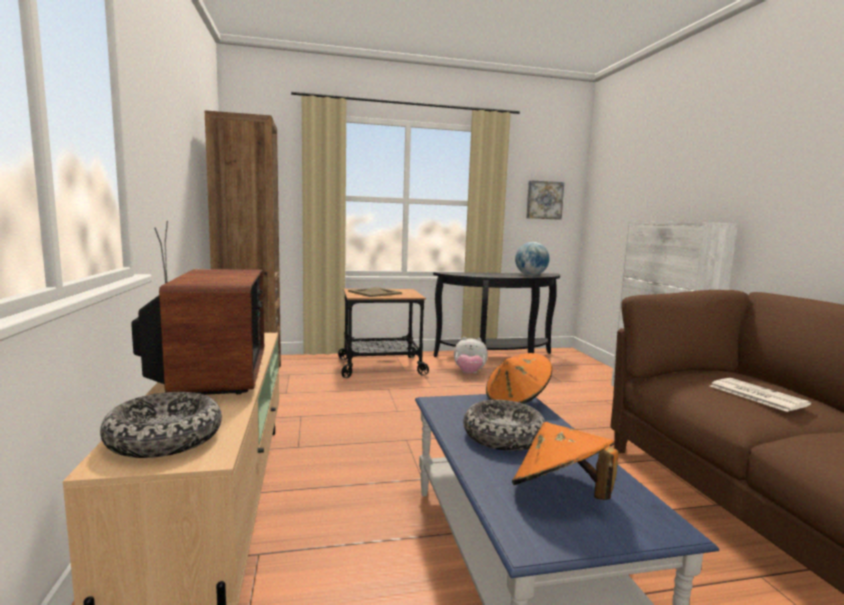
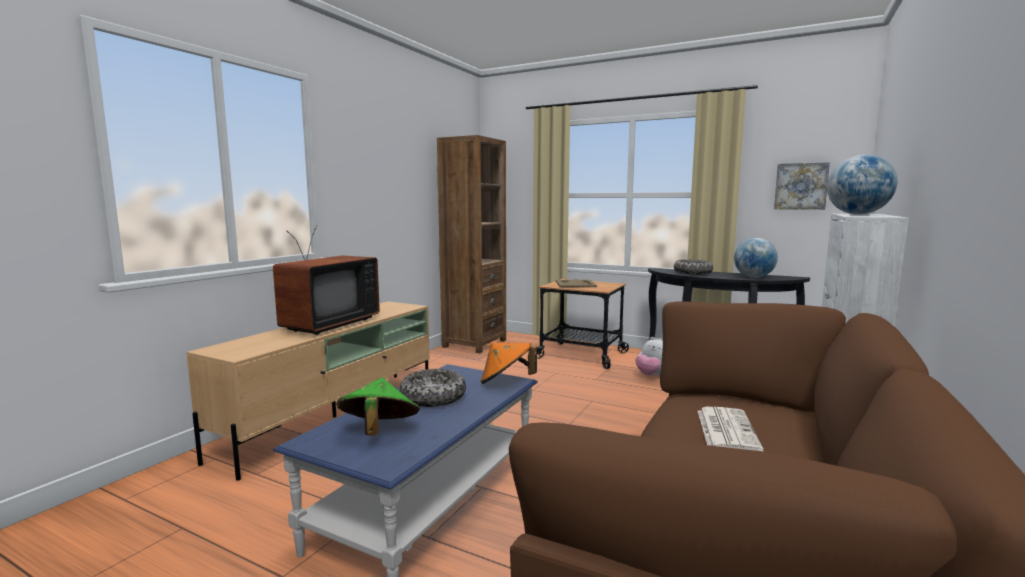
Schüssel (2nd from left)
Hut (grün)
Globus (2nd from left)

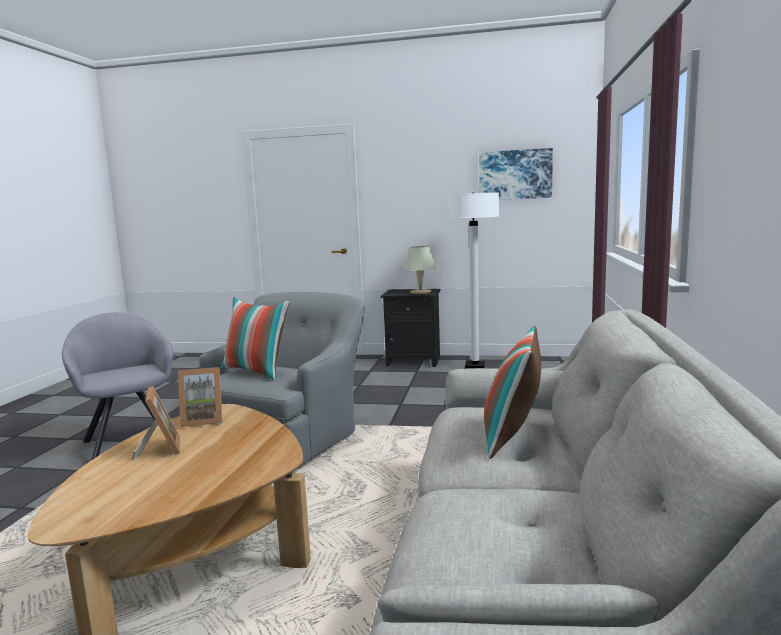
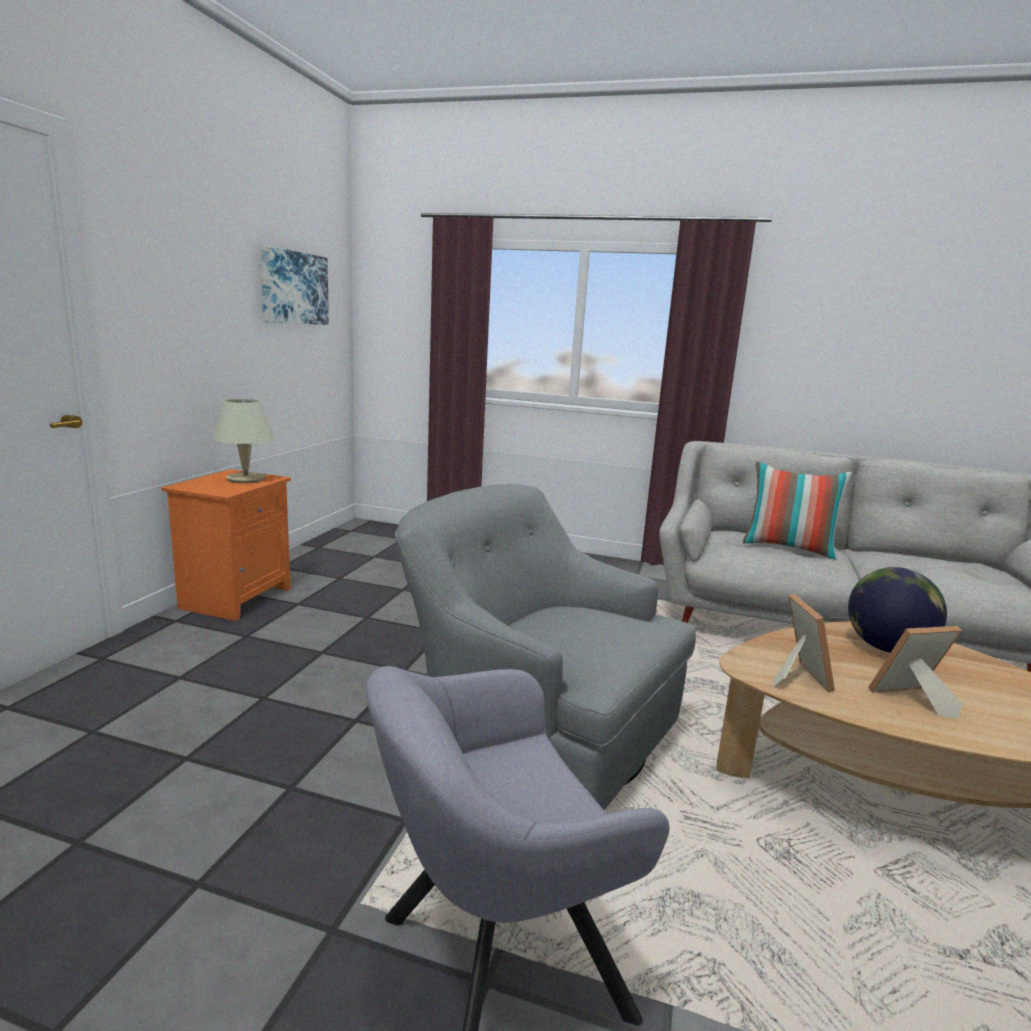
Stehlampe (weiß)
Nachttisch (orange)
Kissen (1st from left in the first image)
Globus

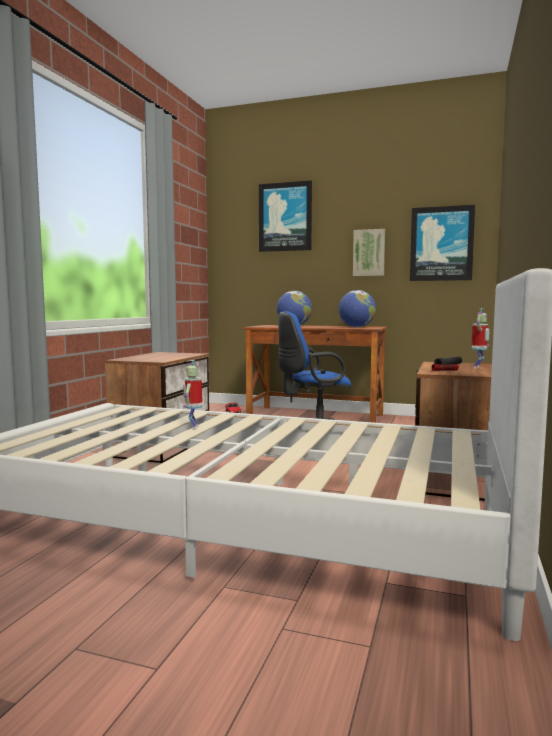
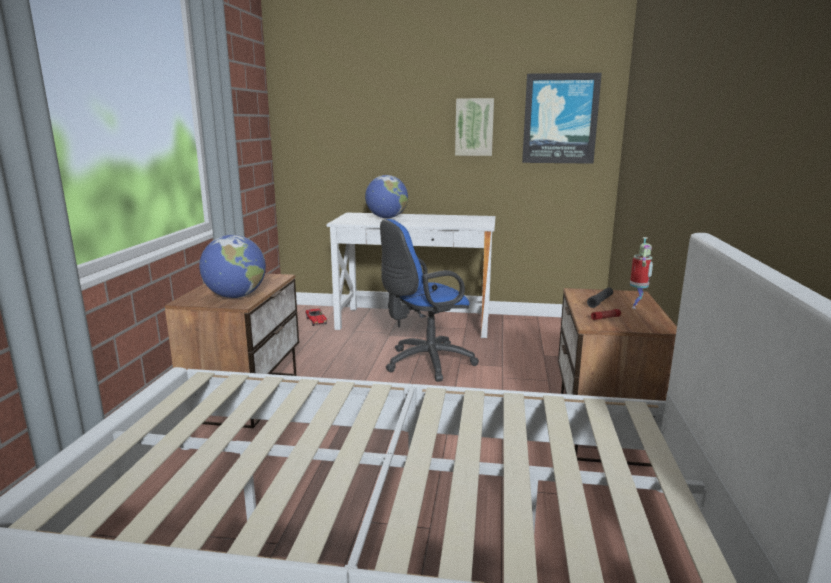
Bild (1st from left in the first image)
Globus (1st from left)
Schreibtisch (weiß)
Spielzeugroboter (1st from left in the first image)

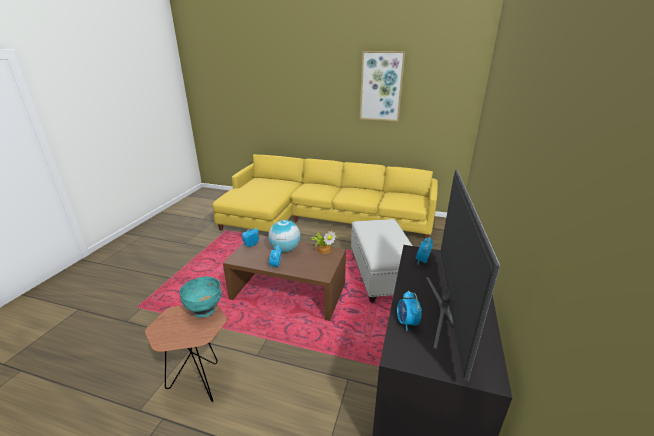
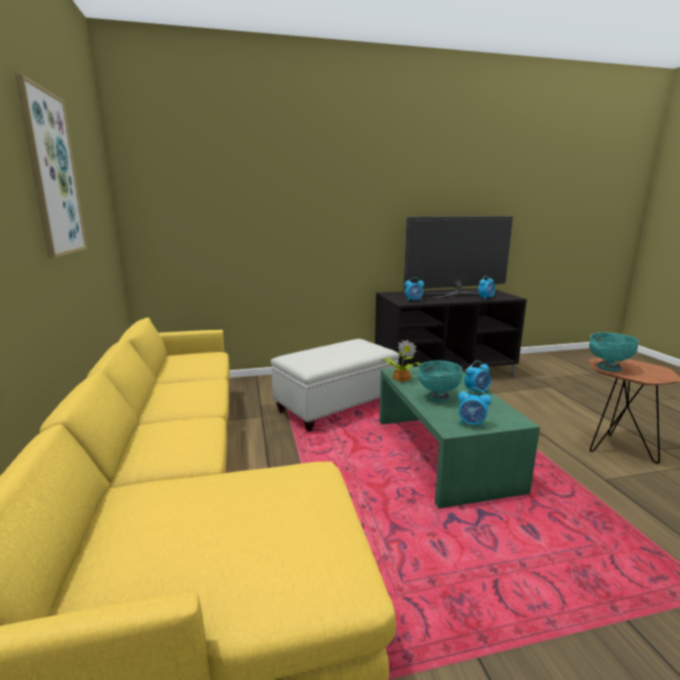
Schüssel (türkis) (1st from left)
Couchtisch (grün)

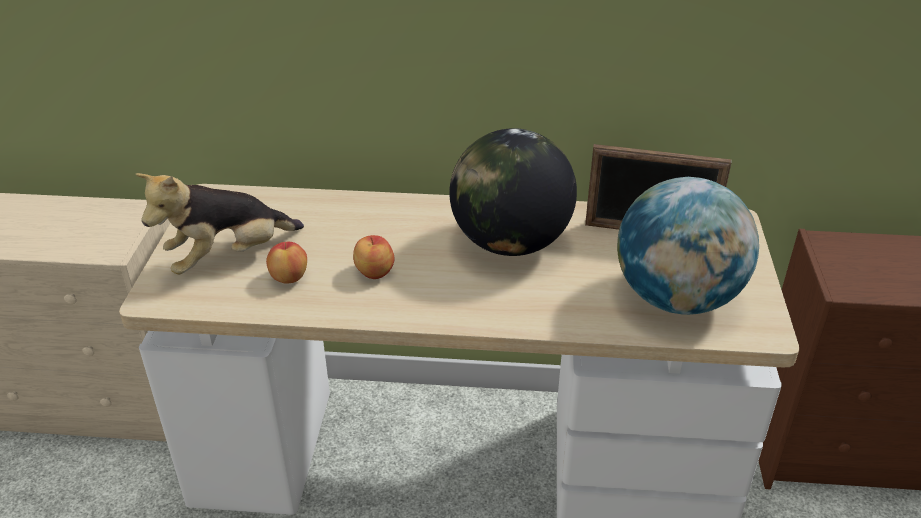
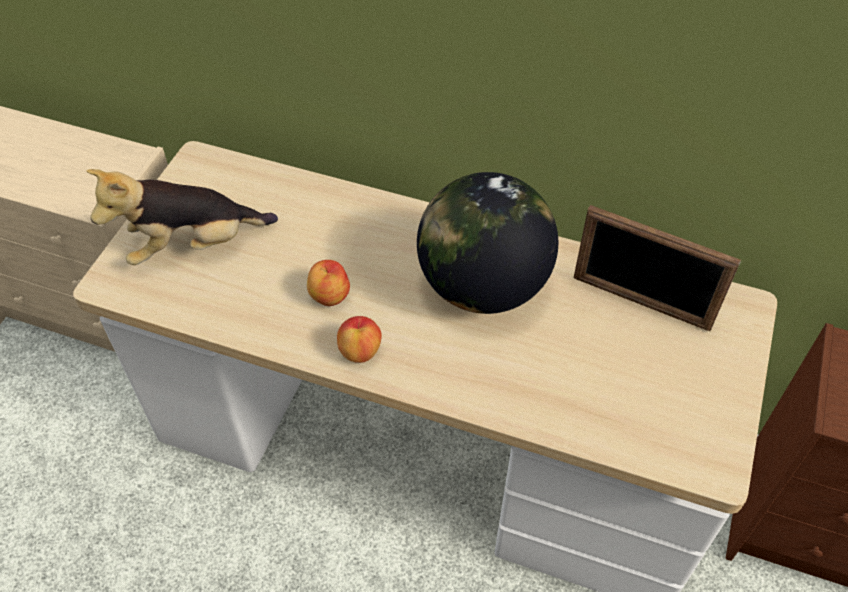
Globus (2nd from left in the first image)
Apfel (2nd from left)

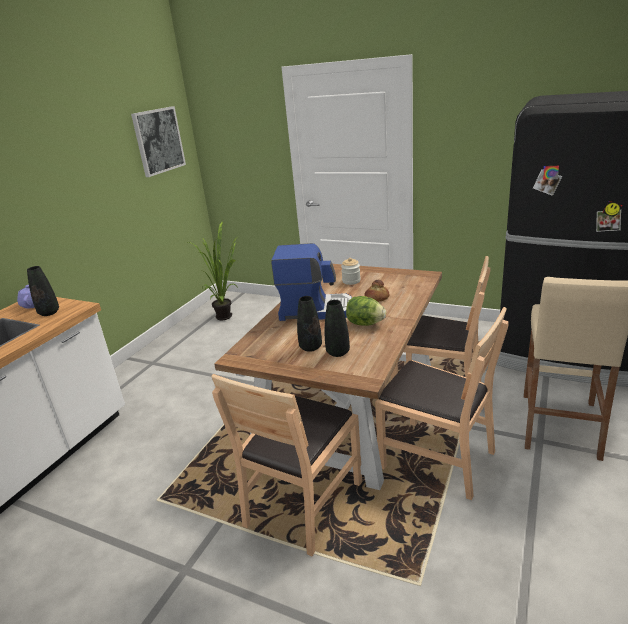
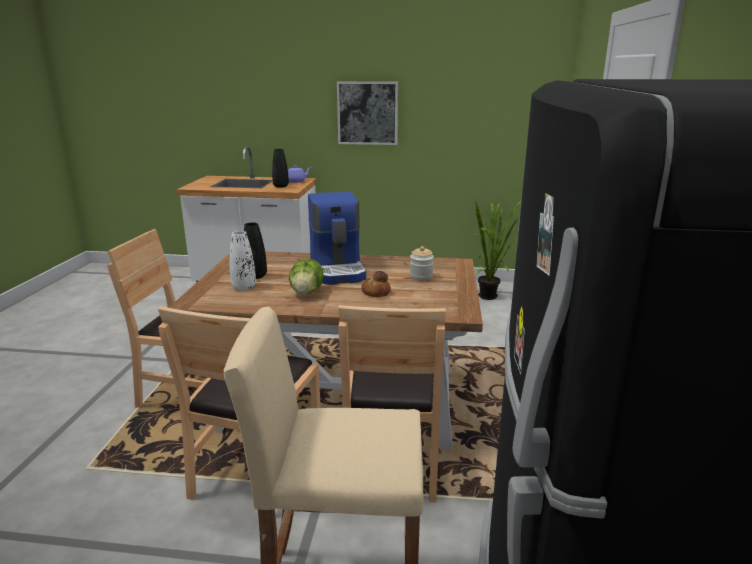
Bild
Vase (weiß)

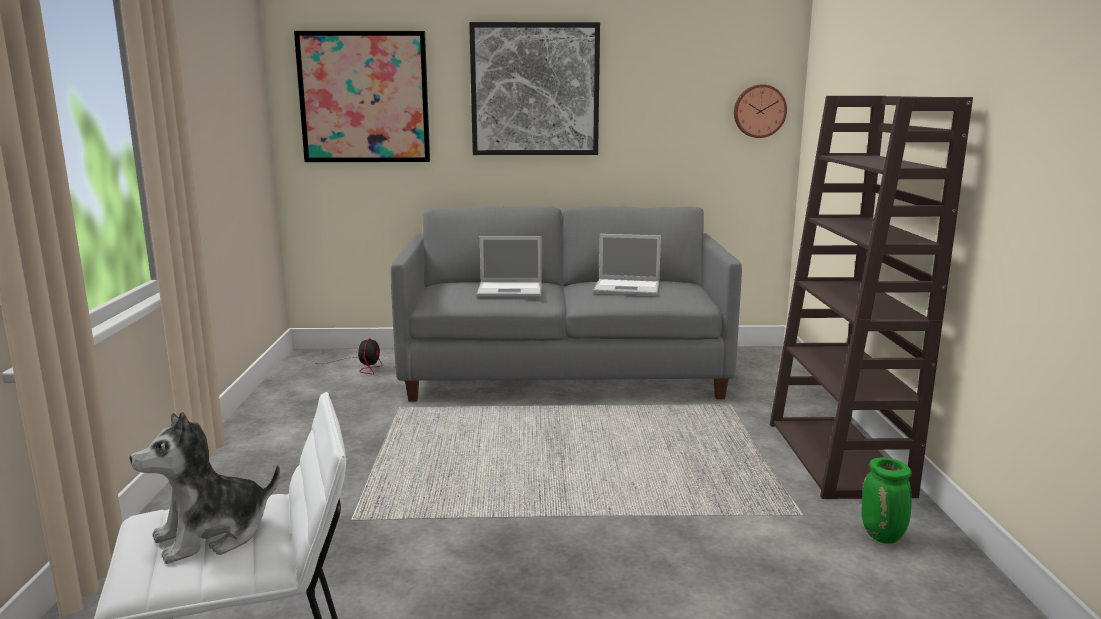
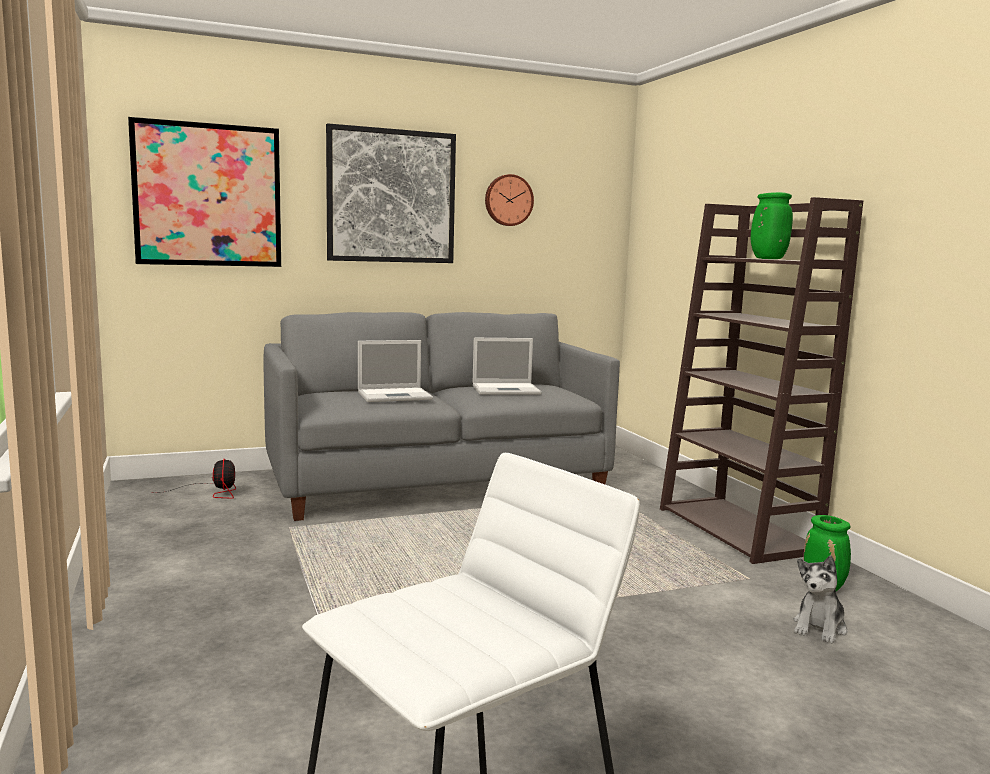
Wanduhr
Plüschtier
Vase (grün) (1st from left)

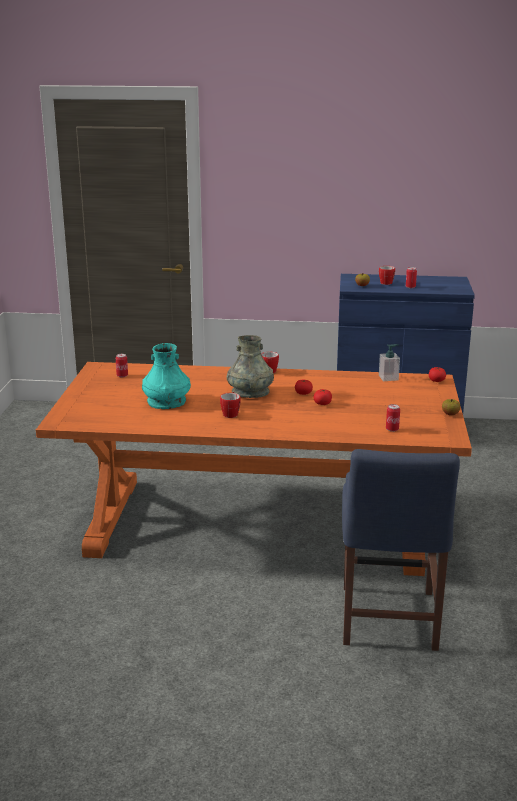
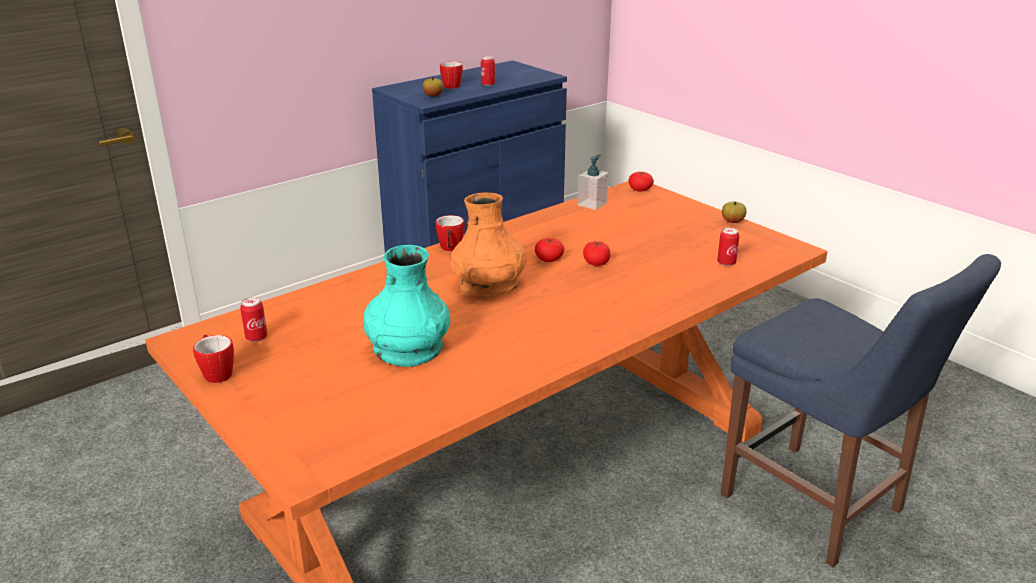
Vase (orange)
Henkelbecher (1st from left)

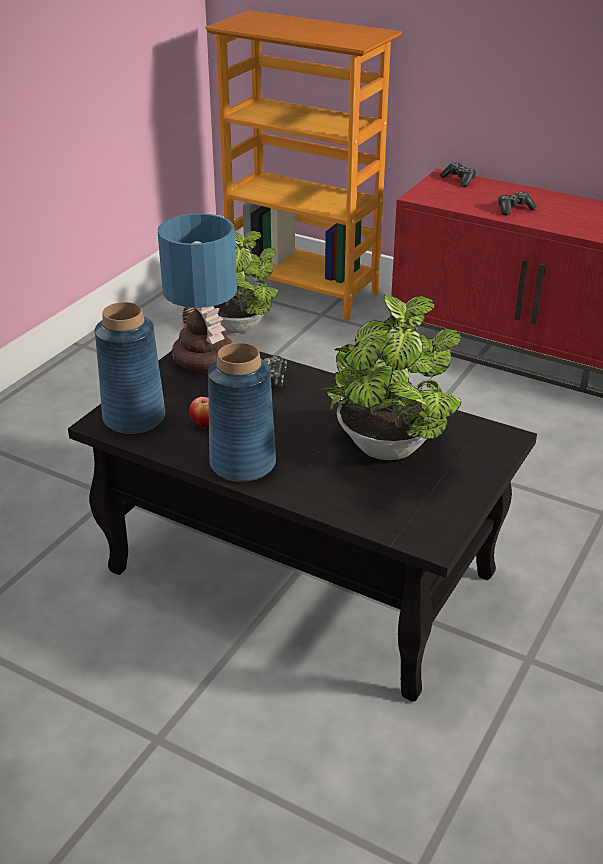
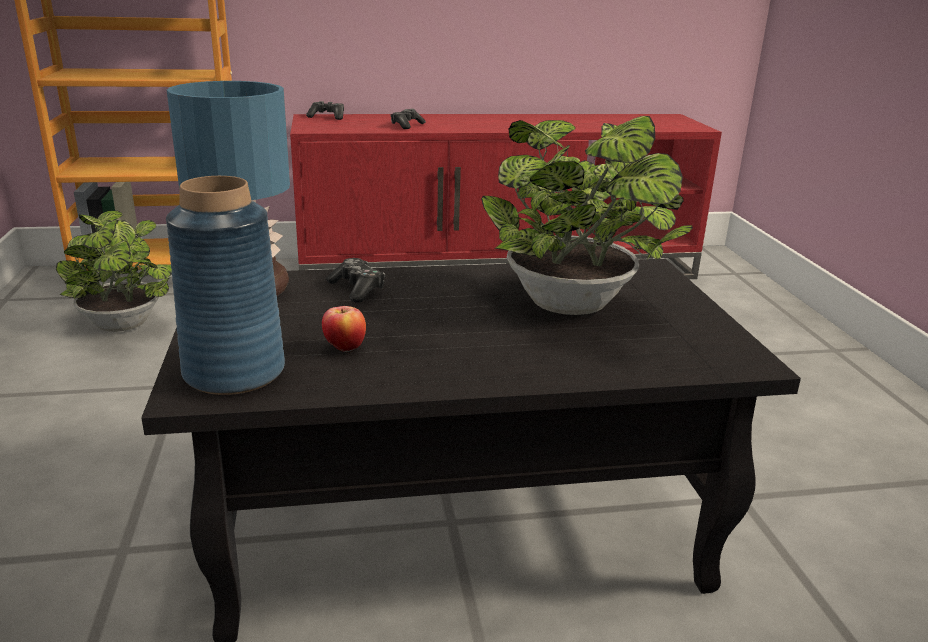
Vase (blau) (2nd from left in the first image)

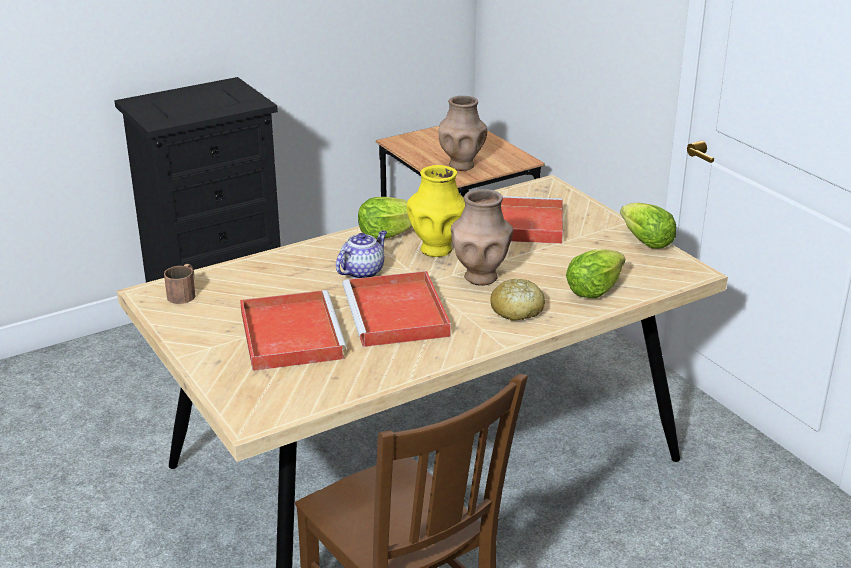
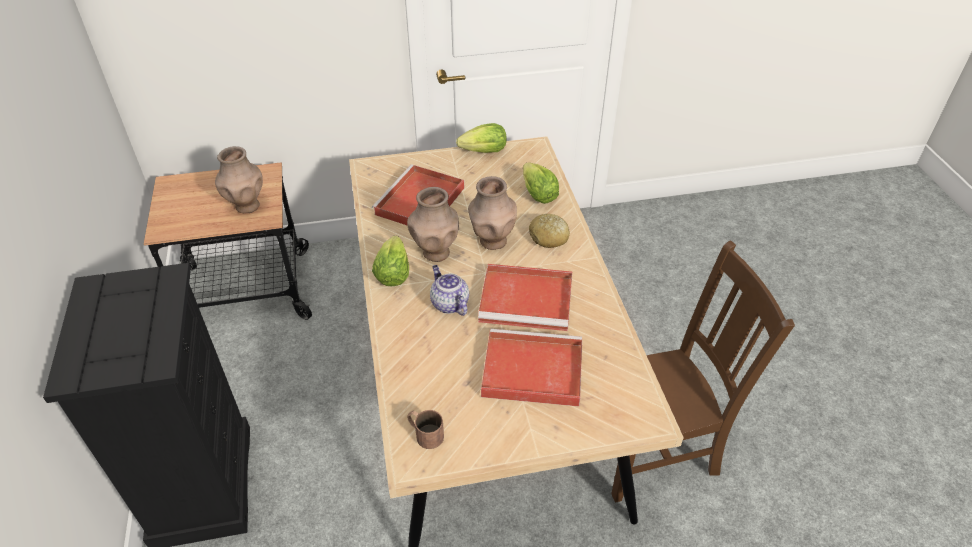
Vase (braun) (2nd from left)

